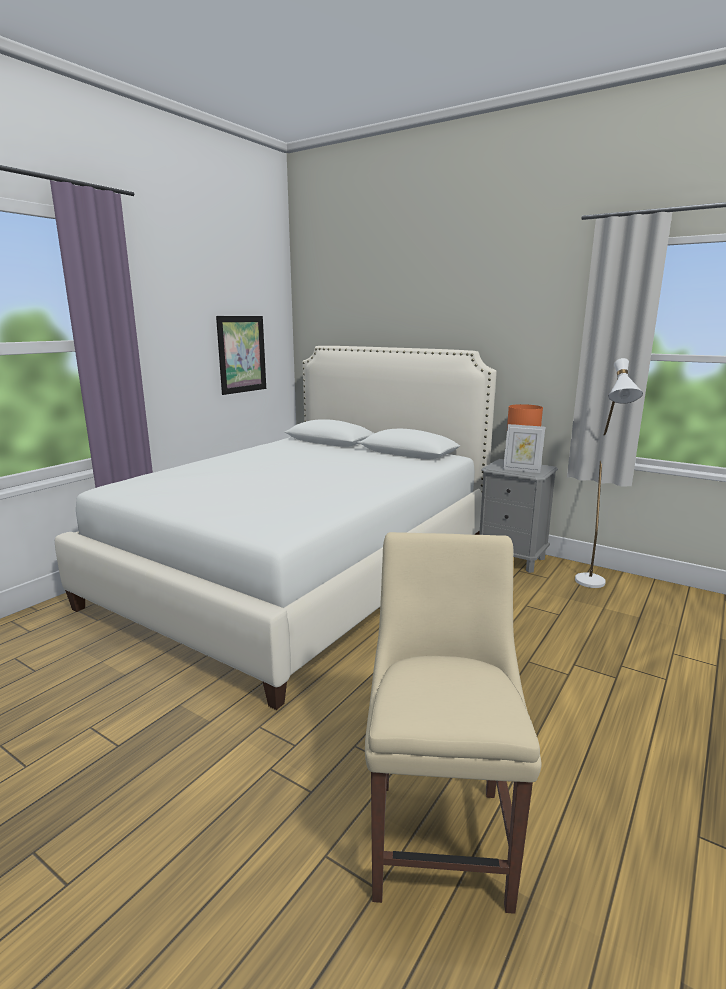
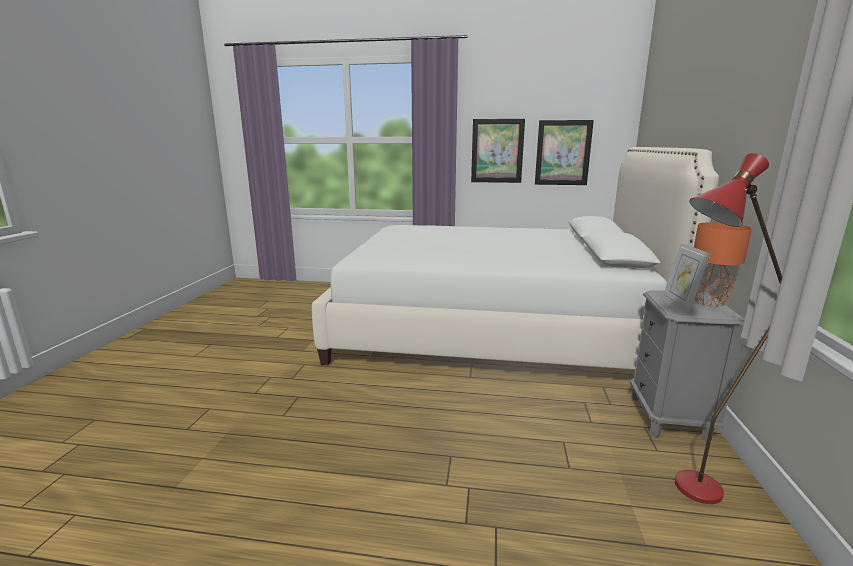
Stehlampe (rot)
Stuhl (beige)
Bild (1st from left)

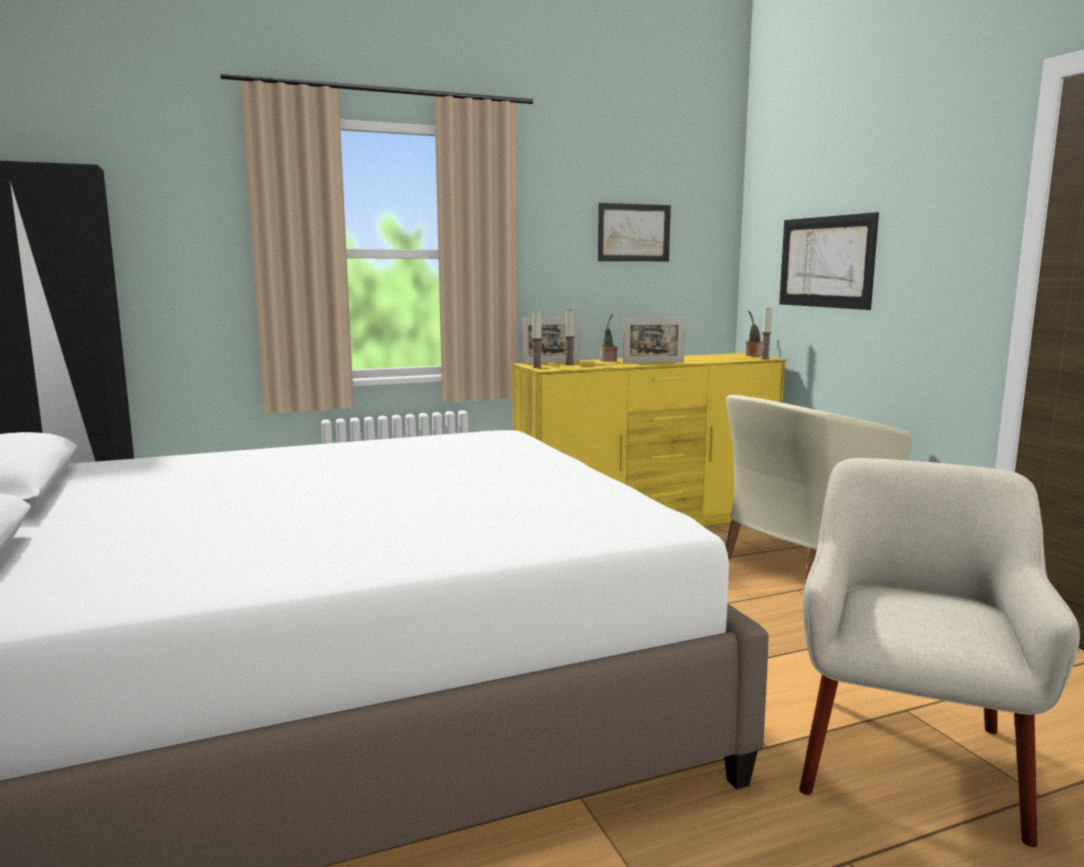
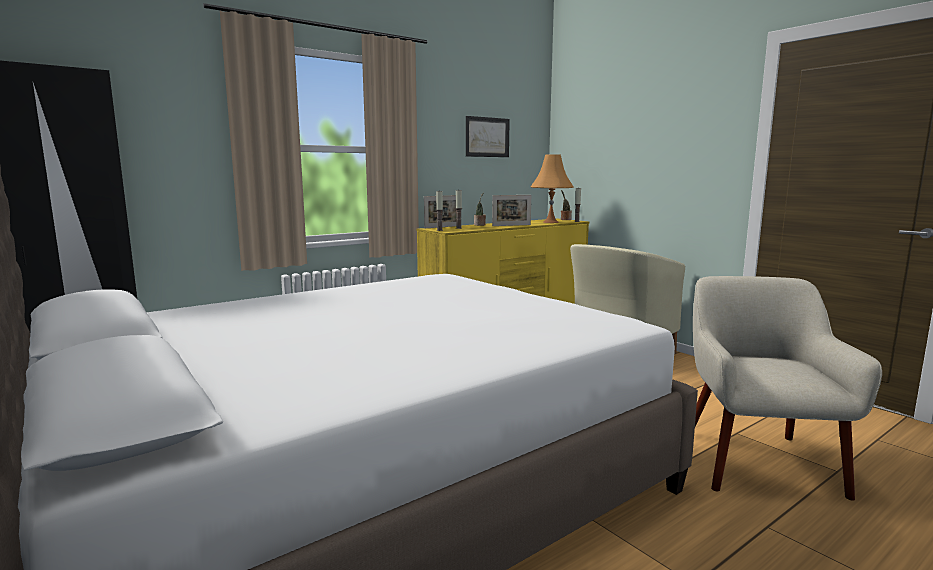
Bild (2nd from left in the first image)
Tischlampe (orange)

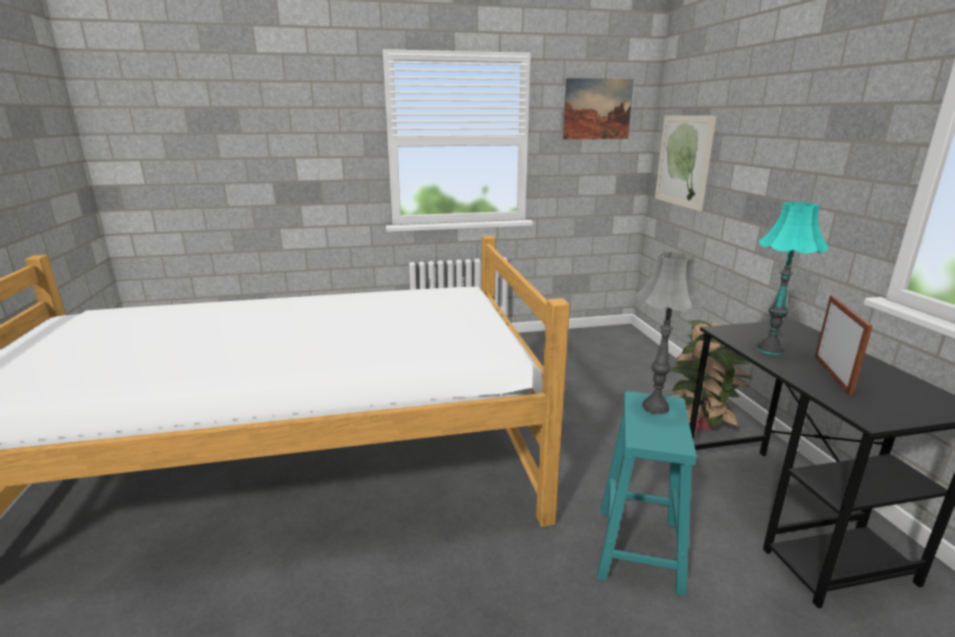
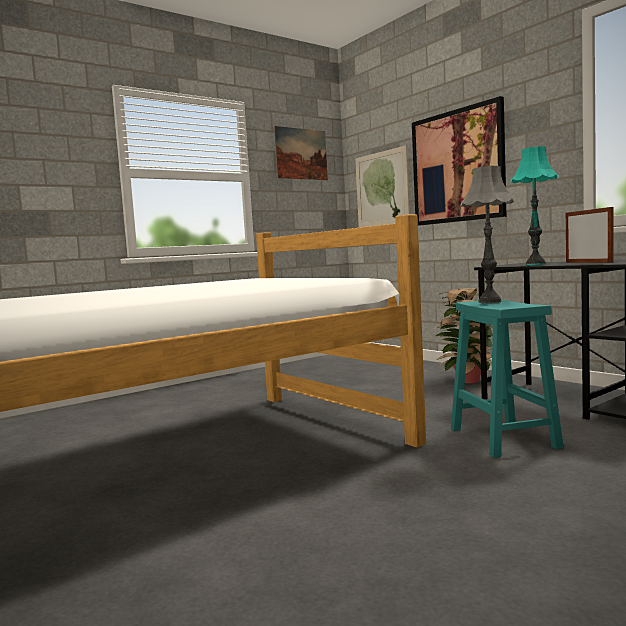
Bild (3rd from left)

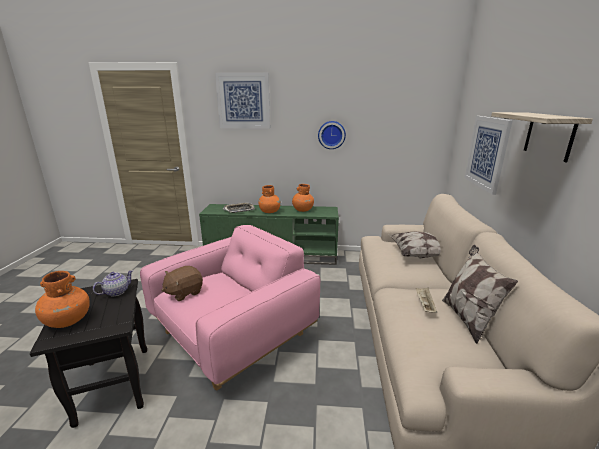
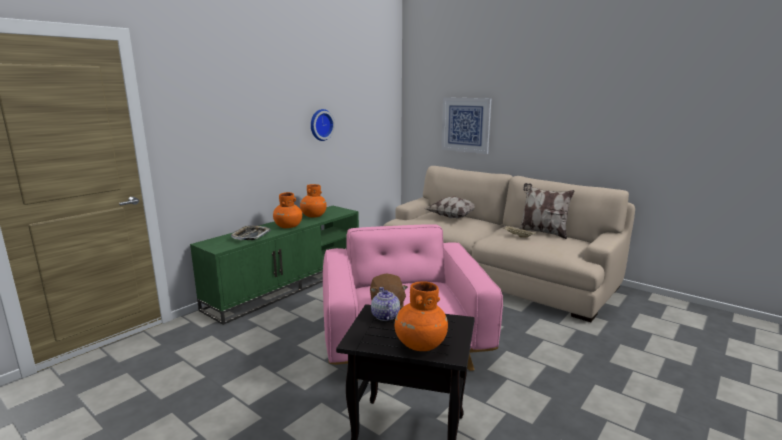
Bild (1st from left in the first image)
Wandregal

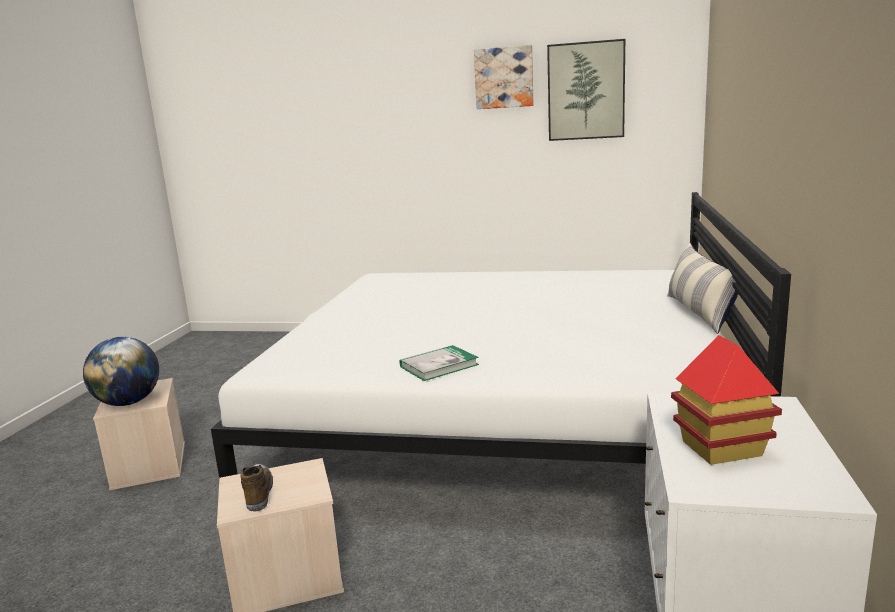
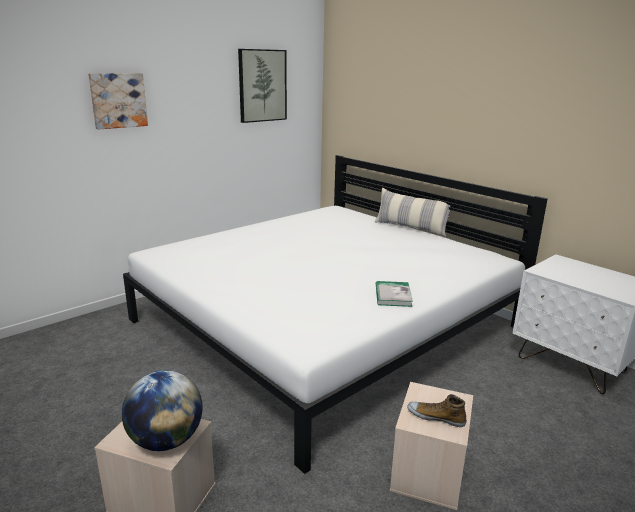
Bild (1st from left)
Spielzeughaus

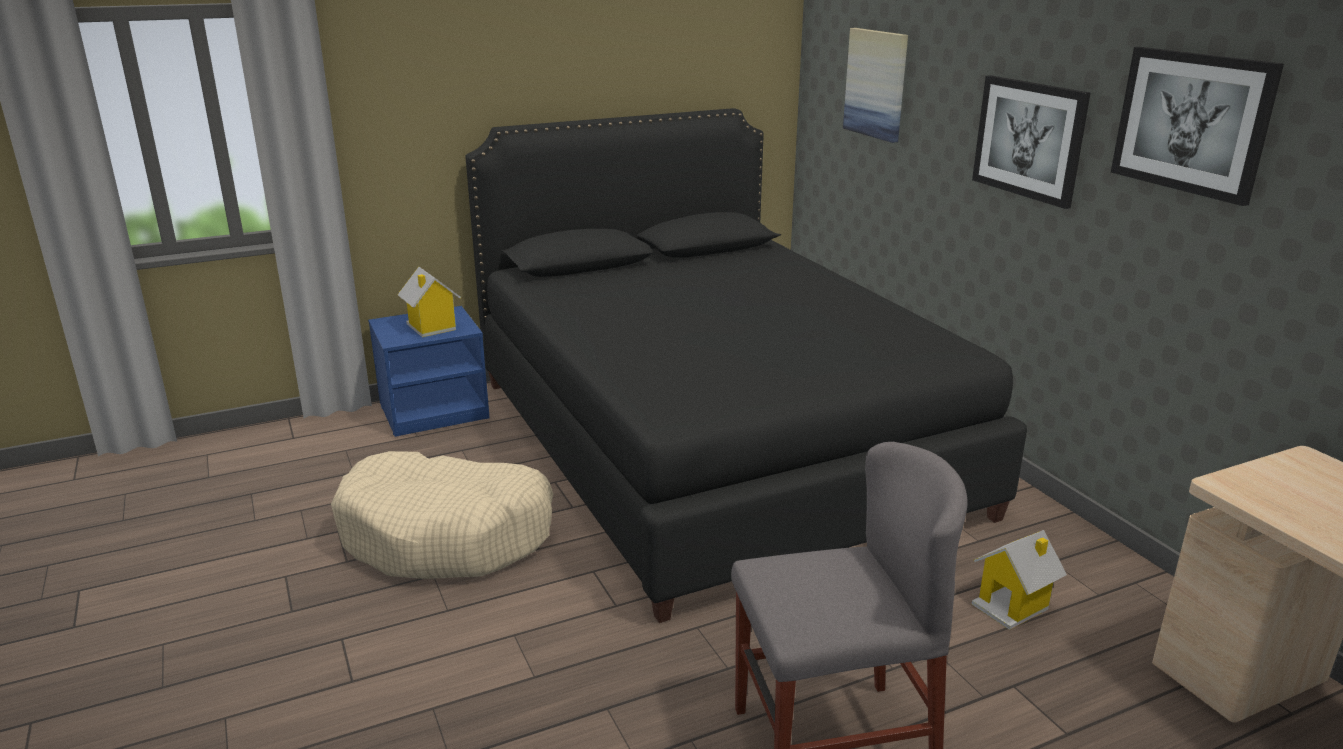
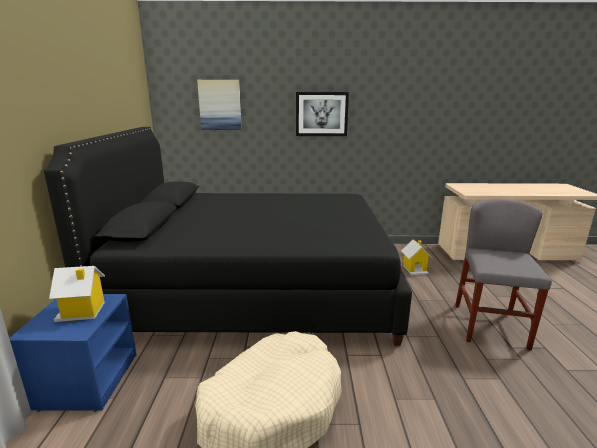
Bild (3rd from left in the first image)

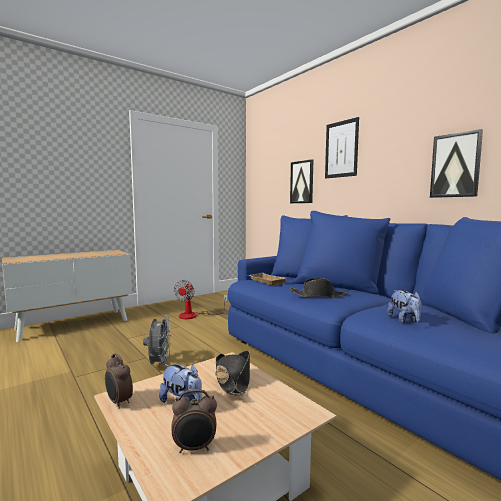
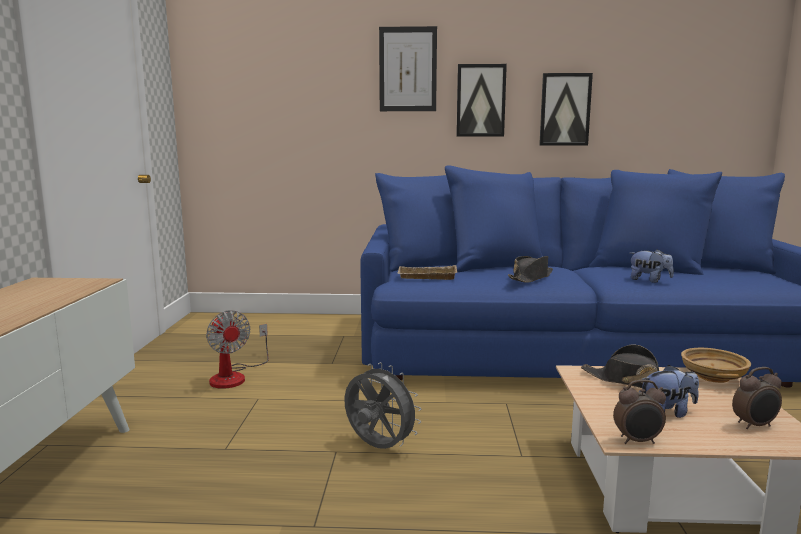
Bild (2nd from left)
Wecker (2nd from left)
Schüssel (beige)

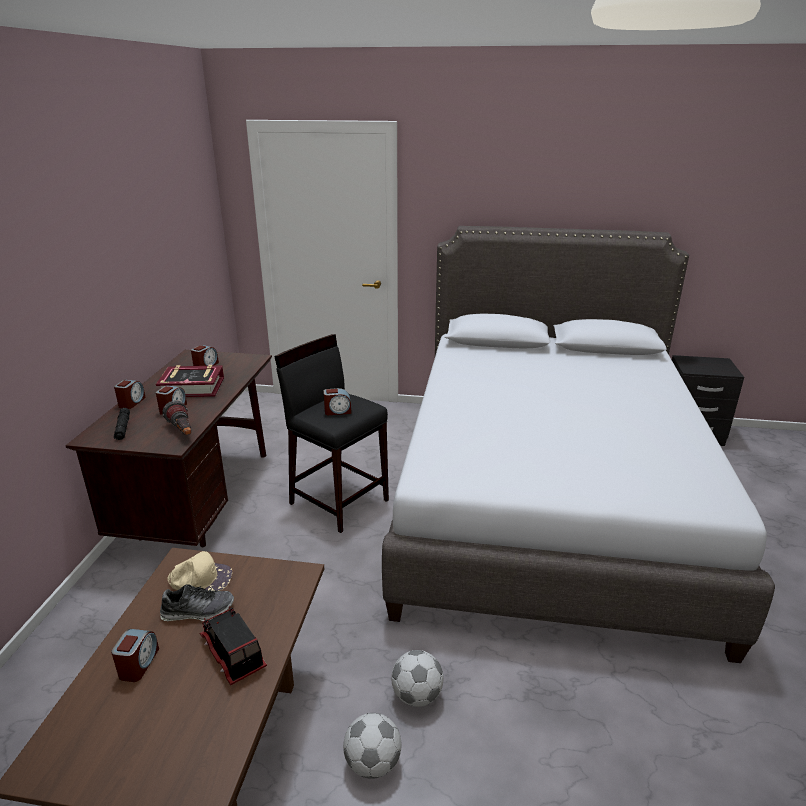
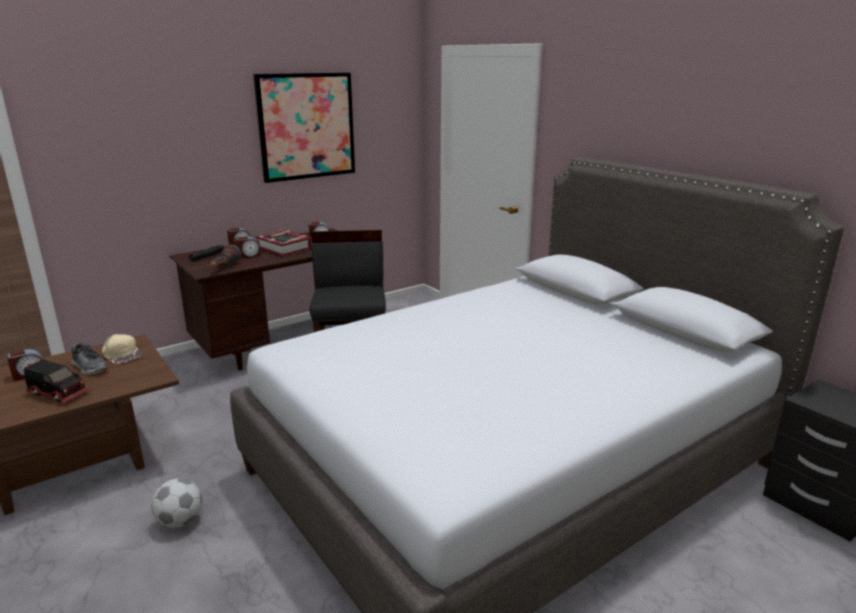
Wecker (5th from left in the first image)
Spielzeuglaster
Fußball (1st from left in the first image)
Bild

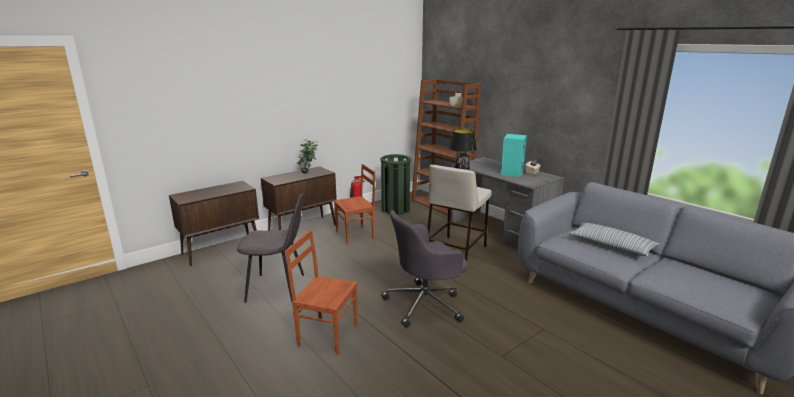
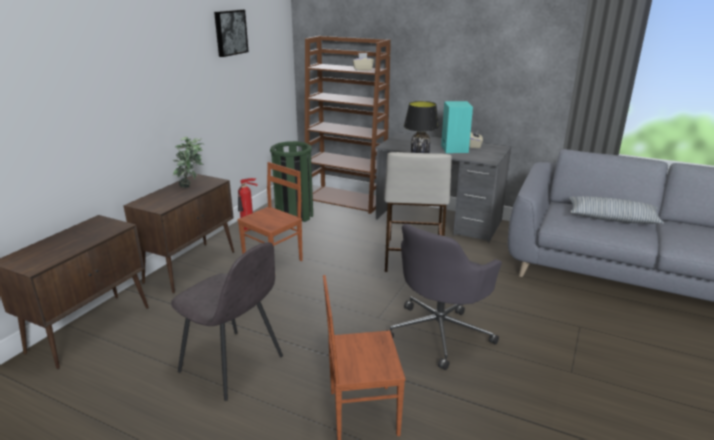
Stuhl (grau)
Bild

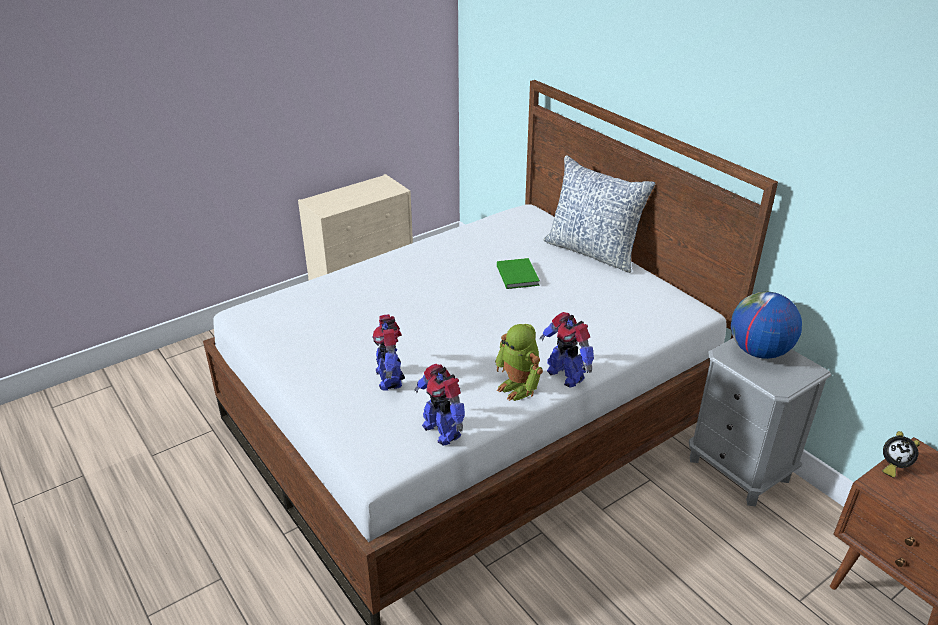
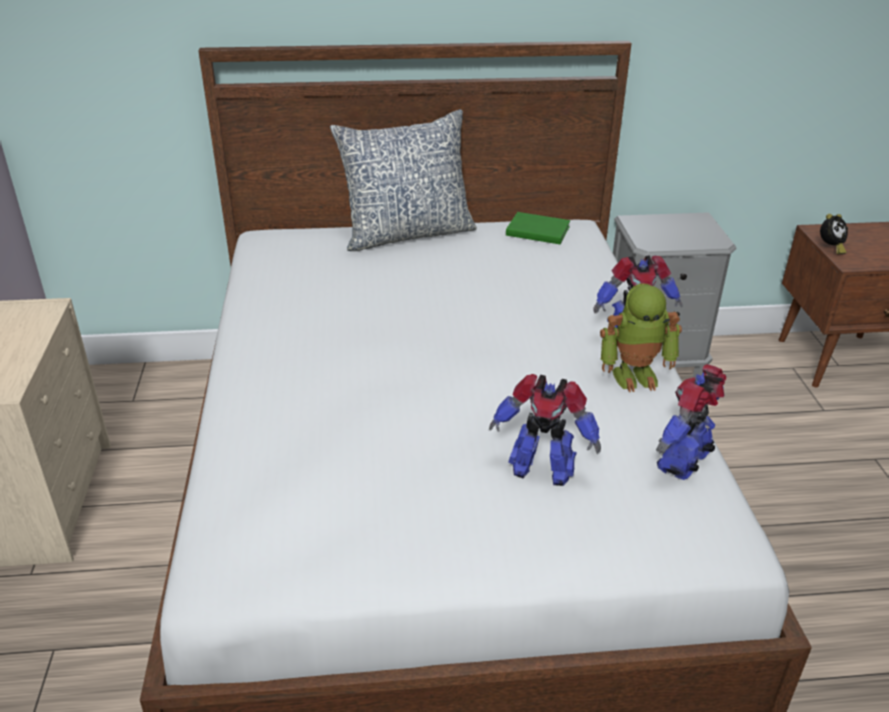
Buch (grün)
Globus
Spielzeugroboter (4th from left)

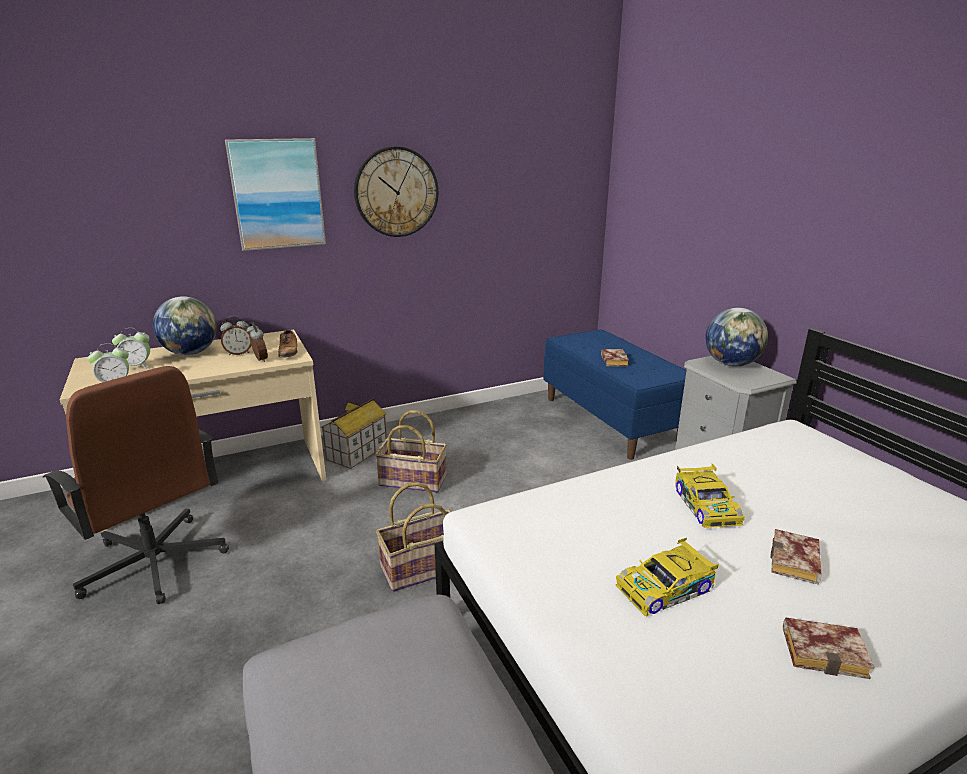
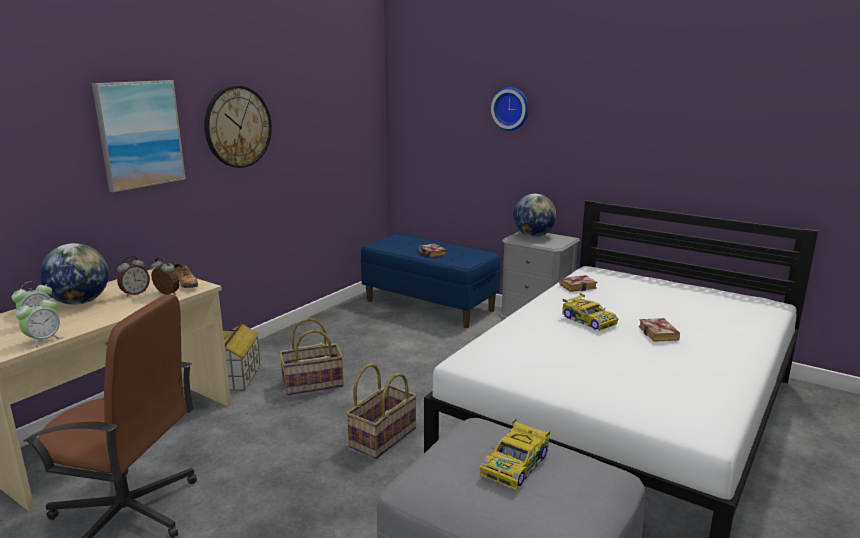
Spielzeugauto (1st from left)
Buch (2nd from left)
Wanduhr (2nd from left)

